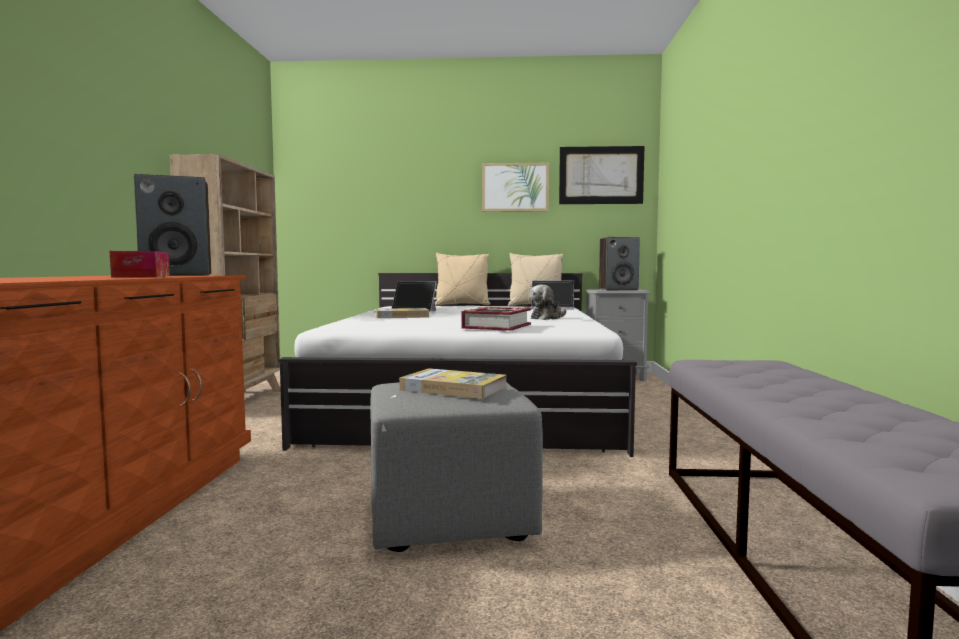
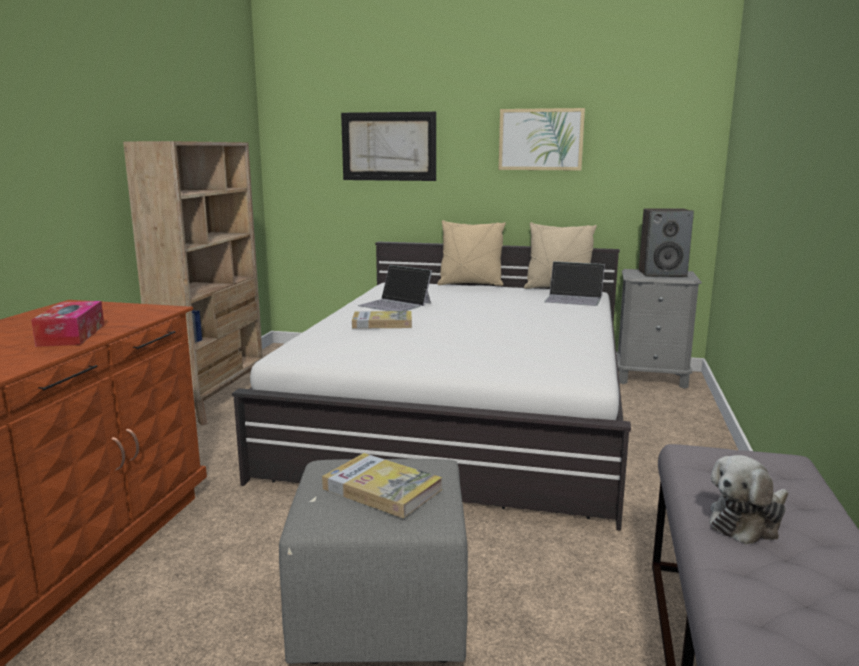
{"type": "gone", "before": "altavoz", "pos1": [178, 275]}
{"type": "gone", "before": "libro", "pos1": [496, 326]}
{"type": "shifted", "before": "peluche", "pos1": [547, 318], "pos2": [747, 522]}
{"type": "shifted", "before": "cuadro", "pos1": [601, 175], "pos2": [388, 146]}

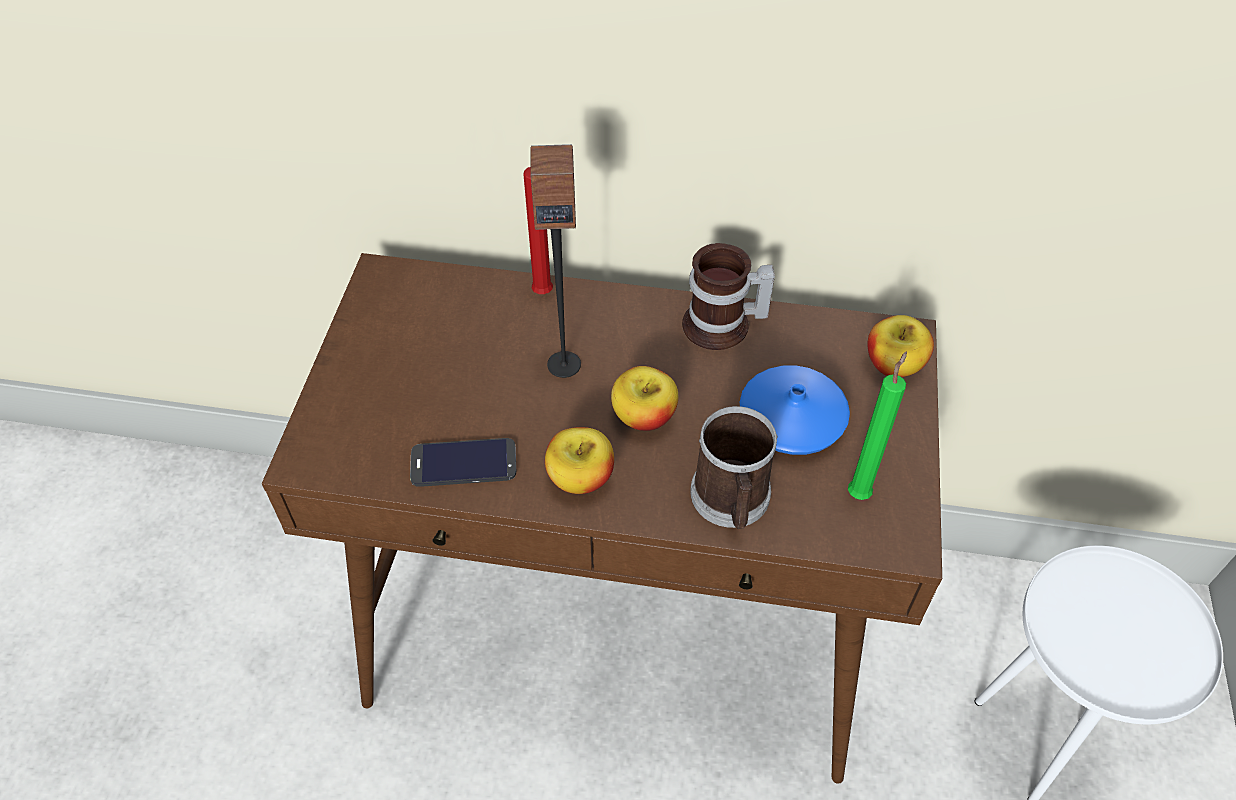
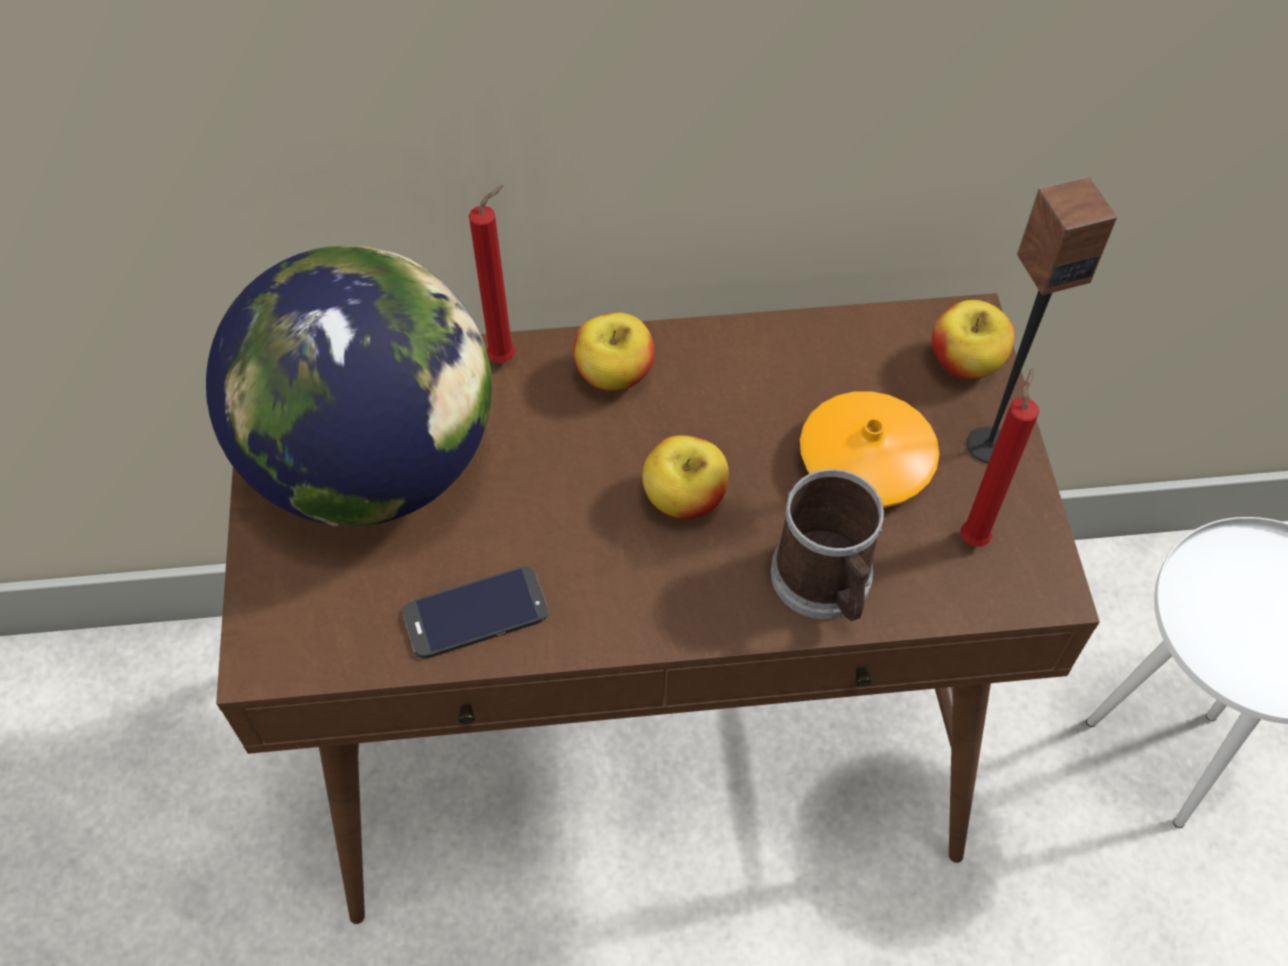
{"type": "gone", "before": "taza grande", "pos1": [723, 327]}
{"type": "new", "after": "globo terráqueo", "pos2": [373, 464]}
{"type": "shifted", "before": "altavoz", "pos1": [564, 364], "pos2": [988, 444]}
{"type": "shifted", "before": "manzana", "pos1": [580, 478], "pos2": [614, 374]}
{"type": "repainted", "before": "florero [azul]", "after": "florero [naranja]", "pos1": [791, 420], "pos2": [865, 461]}
{"type": "repainted", "before": "vela [verde]", "after": "vela [rojo]", "pos1": [860, 492], "pos2": [974, 535]}

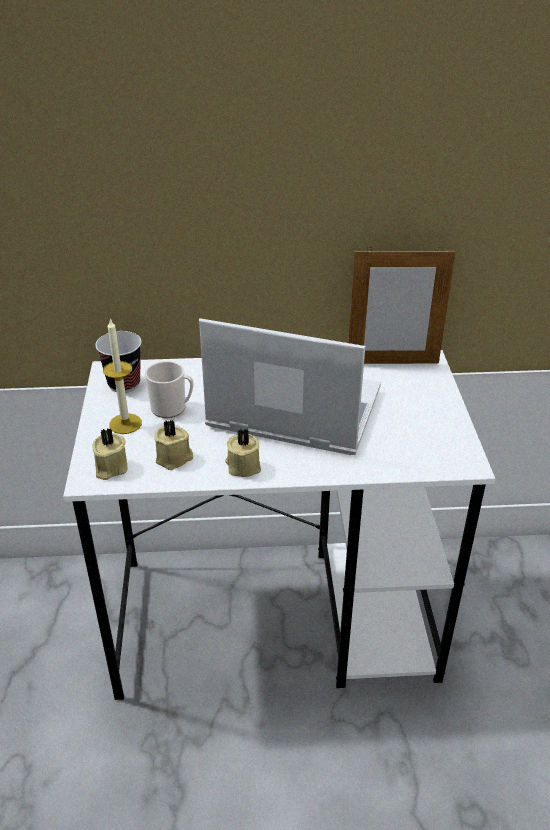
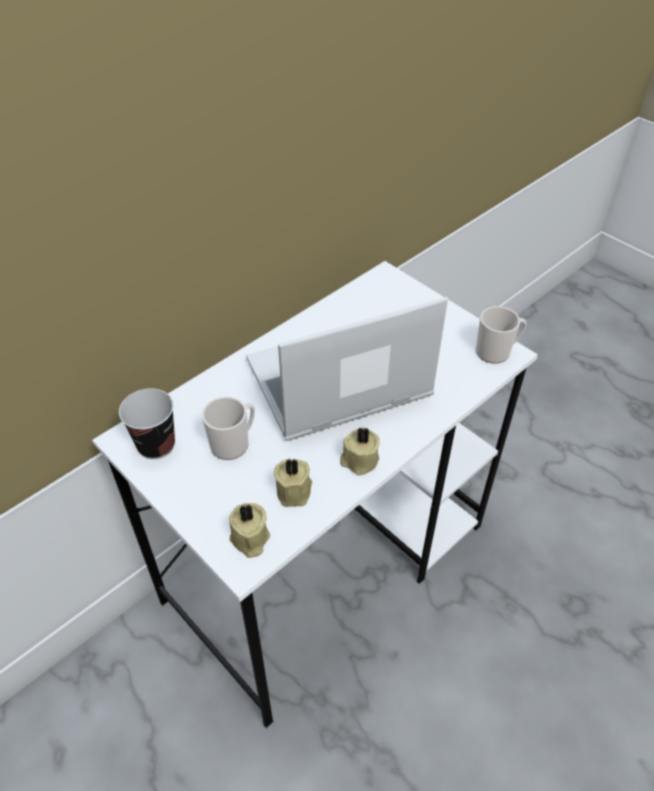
{"type": "gone", "before": "vela", "pos1": [125, 424]}
{"type": "gone", "before": "portarretratos", "pos1": [392, 363]}
{"type": "new", "after": "taza grande", "pos2": [496, 351]}

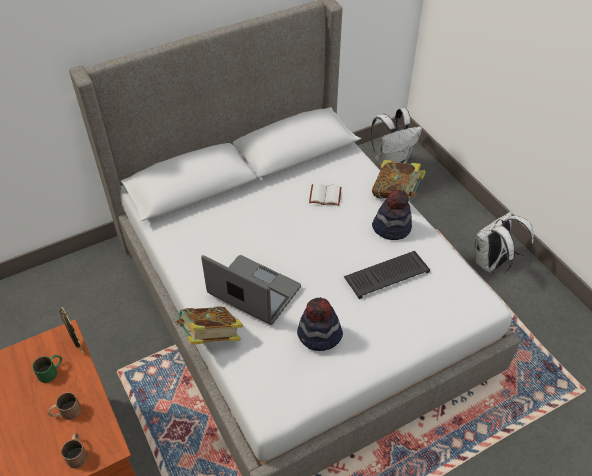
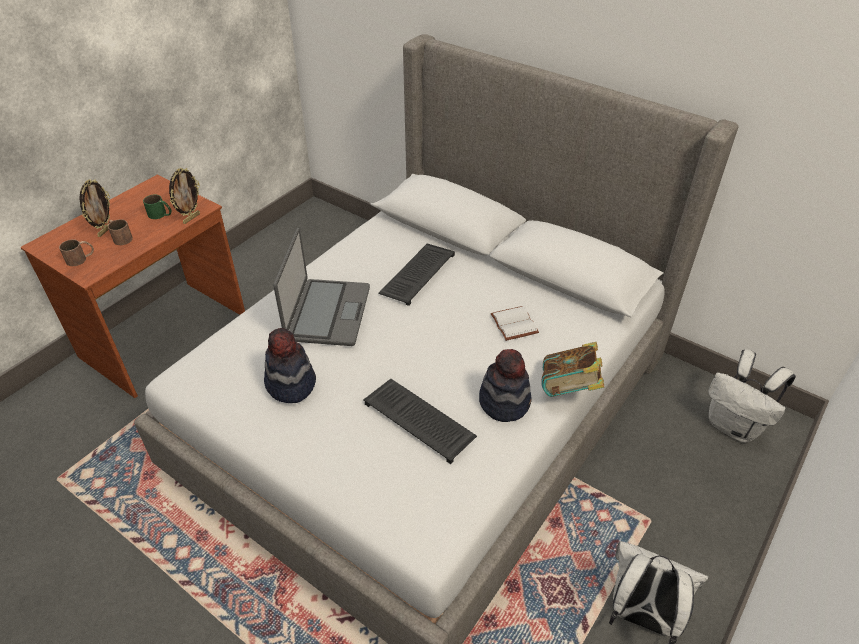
{"type": "gone", "before": "libro", "pos1": [210, 337]}
{"type": "new", "after": "portarretratos", "pos2": [105, 231]}
{"type": "new", "after": "teclado", "pos2": [417, 273]}

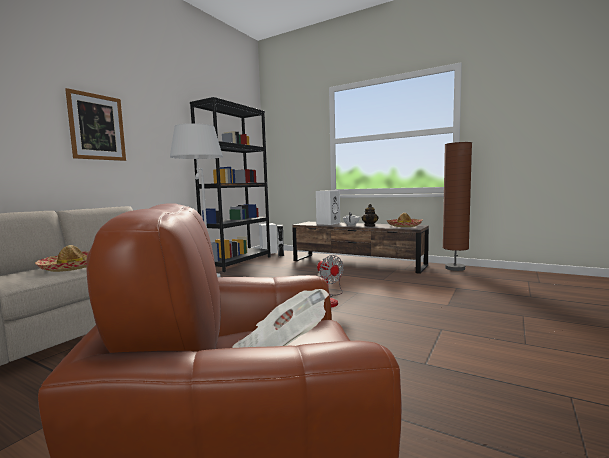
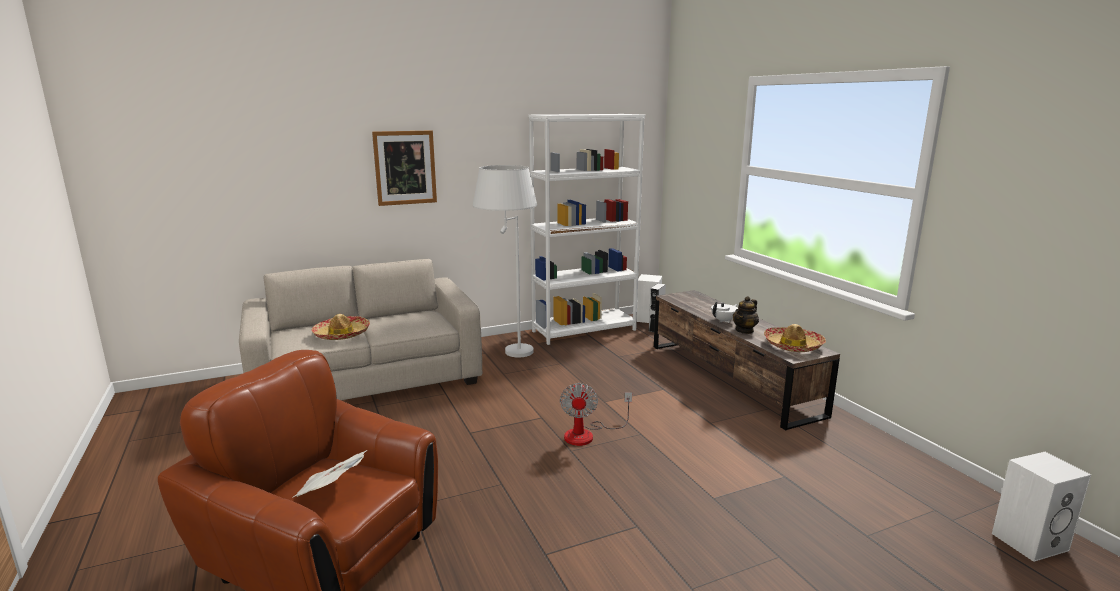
{"type": "gone", "before": "lámpara de pie [marrón]", "pos1": [455, 268]}
{"type": "shifted", "before": "altavoz [blanco]", "pos1": [328, 223], "pos2": [1029, 541]}
{"type": "repainted", "before": "estantería [negro]", "after": "estantería [blanco]", "pos1": [238, 262], "pos2": [584, 330]}

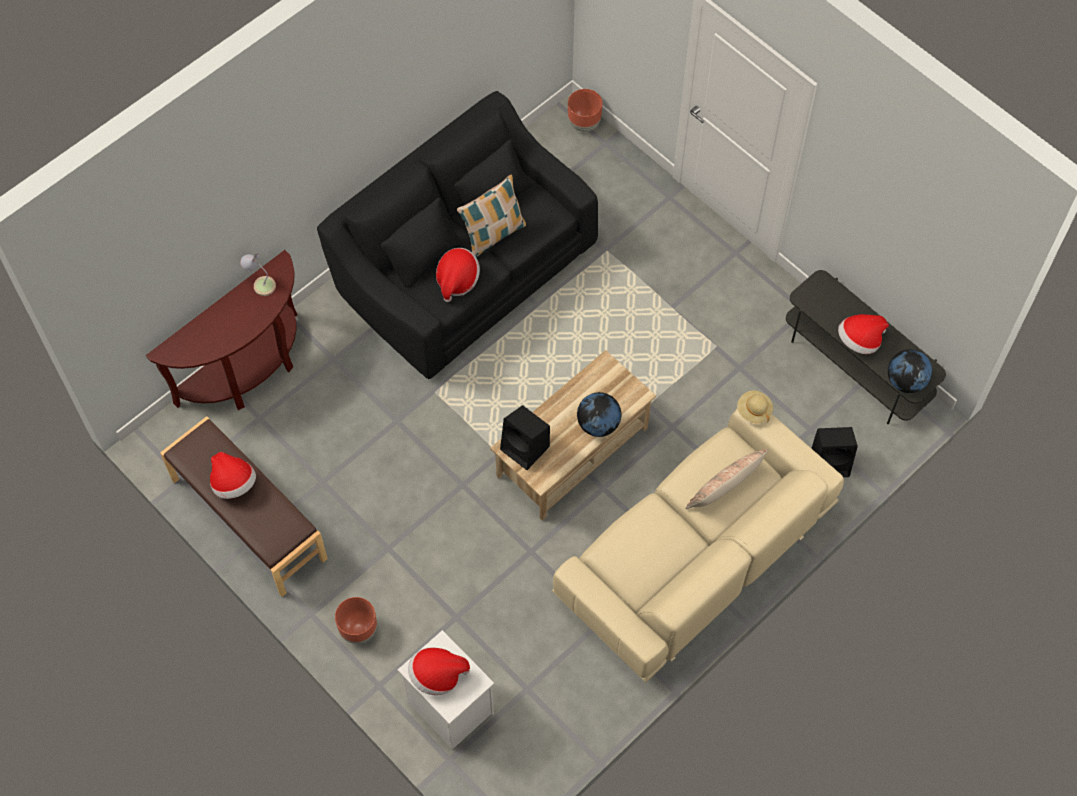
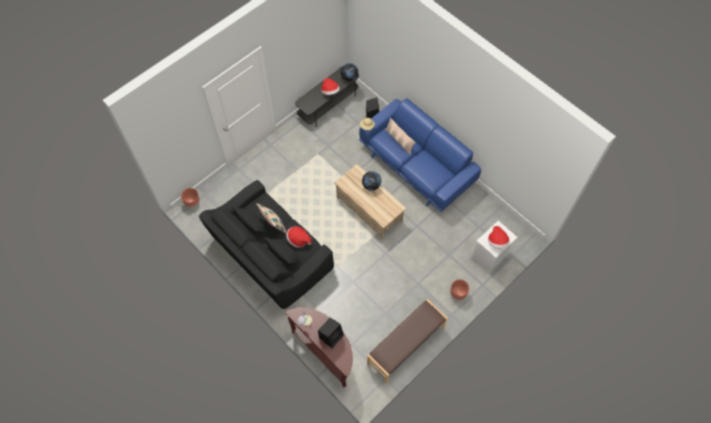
{"type": "gone", "before": "sombrero", "pos1": [234, 483]}
{"type": "shifted", "before": "altavoz [negro]", "pos1": [526, 448], "pos2": [331, 336]}
{"type": "repainted", "before": "sofá [beis]", "after": "sofá [azul]", "pos1": [694, 558], "pos2": [417, 165]}

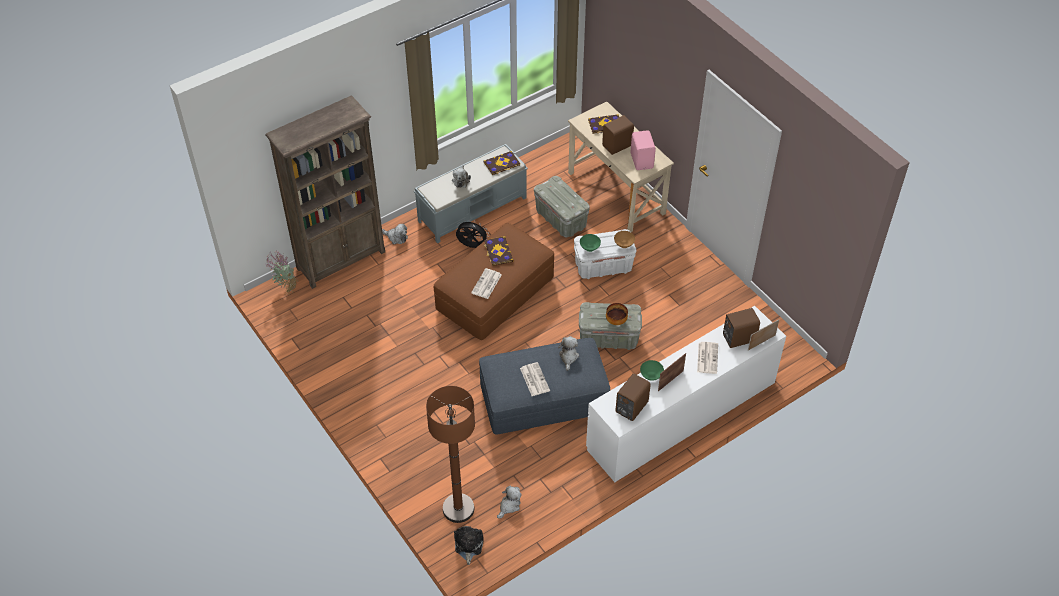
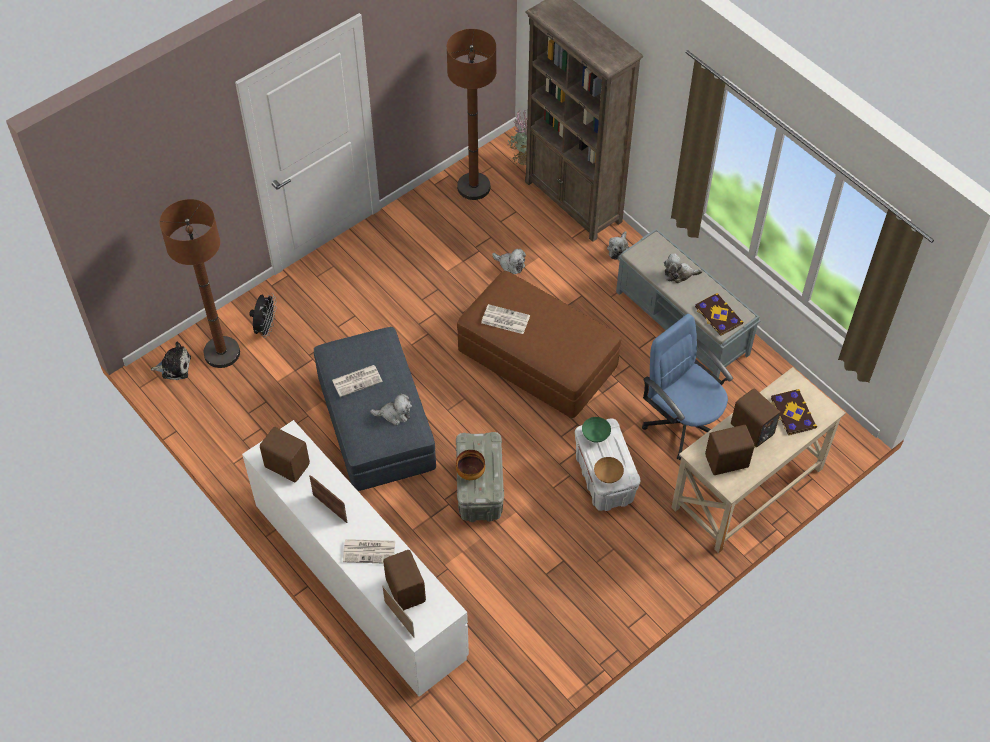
{"type": "gone", "before": "libro", "pos1": [498, 252]}
{"type": "gone", "before": "cuenco [verde]", "pos1": [651, 376]}
{"type": "new", "after": "lámpara de pie [marrón]", "pos2": [474, 187]}
{"type": "shifted", "before": "ventilador [negro]", "pos1": [471, 246], "pos2": [265, 328]}
{"type": "shifted", "before": "peluche", "pos1": [509, 505], "pos2": [510, 265]}
{"type": "swapped", "before": "caja de almacenaje [gris]", "after": "silla de oficina [azul]", "pos1": [560, 219], "pos2": [683, 423]}
{"type": "repainted", "before": "altavoz [rosa]", "after": "altavoz [marrón]", "pos1": [642, 160], "pos2": [727, 462]}

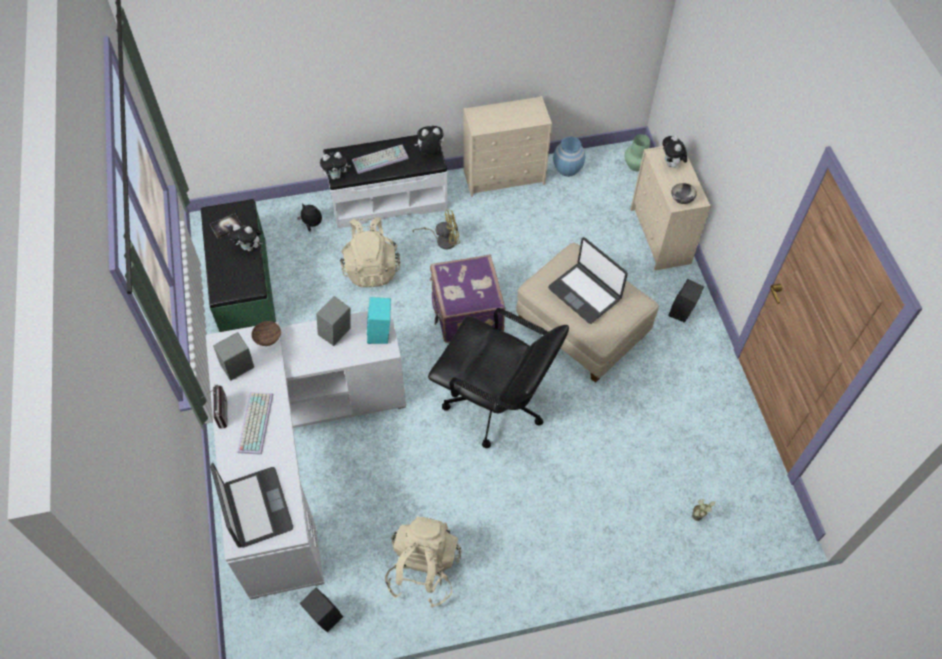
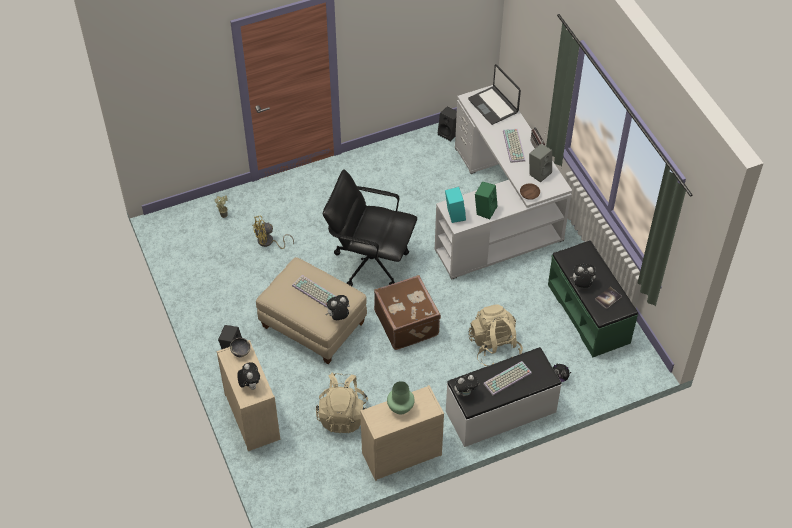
{"type": "gone", "before": "florero [azul]", "pos1": [567, 169]}
{"type": "shifted", "before": "peluche", "pos1": [336, 176], "pos2": [338, 317]}
{"type": "shifted", "before": "mochila [beis]", "pos1": [424, 569], "pos2": [342, 415]}
{"type": "shifted", "before": "ventilador [amarillo]", "pos1": [443, 240], "pos2": [268, 242]}
{"type": "shifted", "before": "florero [verde]", "pos1": [636, 165], "pos2": [400, 408]}
{"type": "swapped", "before": "portátil", "after": "teclado", "pos1": [585, 293], "pos2": [313, 292]}
{"type": "repainted", "before": "altavoz [gris]", "after": "altavoz [verde]", "pos1": [336, 334], "pos2": [485, 210]}
{"type": "repainted", "before": "maleta [morado]", "after": "maleta [marrón]", "pos1": [465, 313], "pos2": [407, 323]}

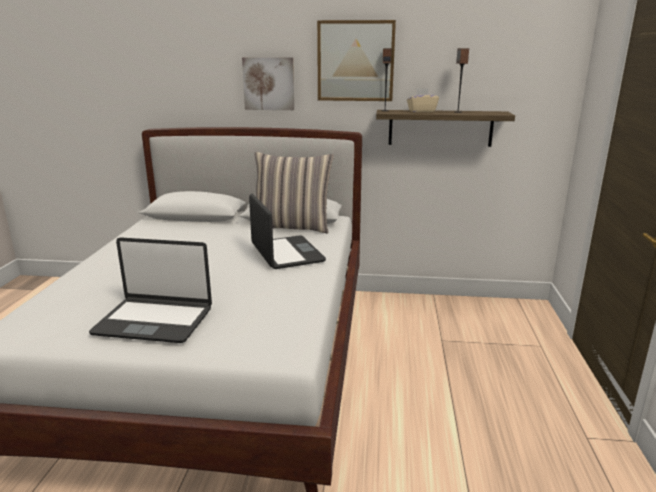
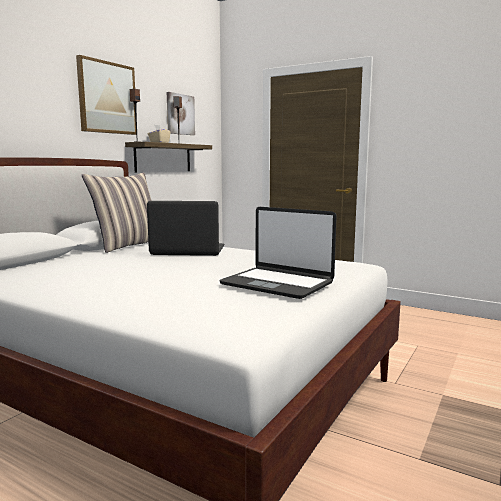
{"type": "shifted", "before": "cuadro", "pos1": [269, 83], "pos2": [180, 114]}
{"type": "rotated", "before": "portátil", "pos1": [154, 320], "pos2": [277, 283], "turn": 90}

